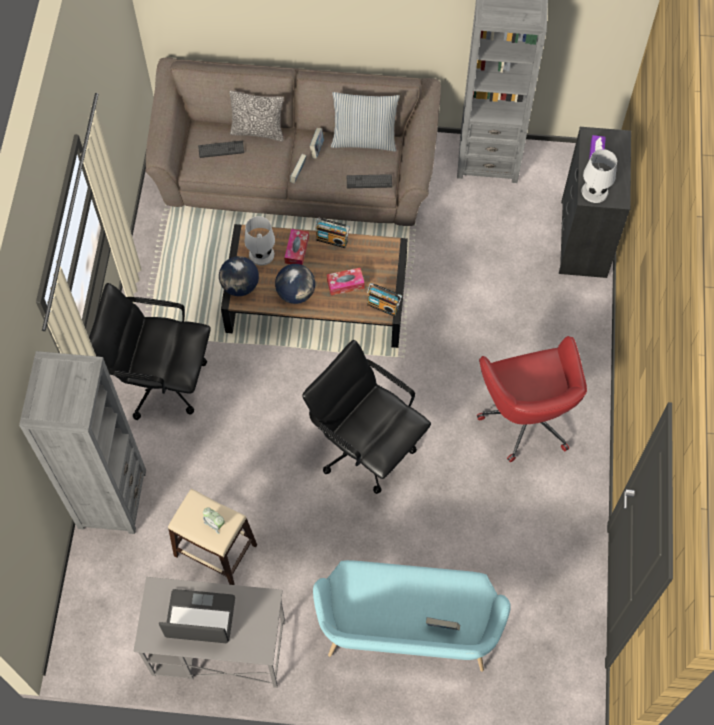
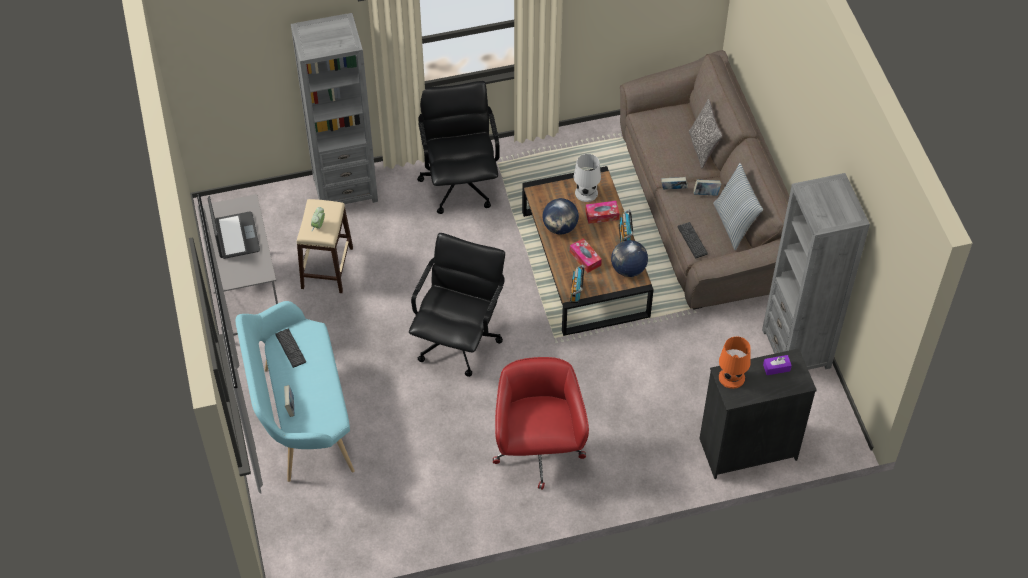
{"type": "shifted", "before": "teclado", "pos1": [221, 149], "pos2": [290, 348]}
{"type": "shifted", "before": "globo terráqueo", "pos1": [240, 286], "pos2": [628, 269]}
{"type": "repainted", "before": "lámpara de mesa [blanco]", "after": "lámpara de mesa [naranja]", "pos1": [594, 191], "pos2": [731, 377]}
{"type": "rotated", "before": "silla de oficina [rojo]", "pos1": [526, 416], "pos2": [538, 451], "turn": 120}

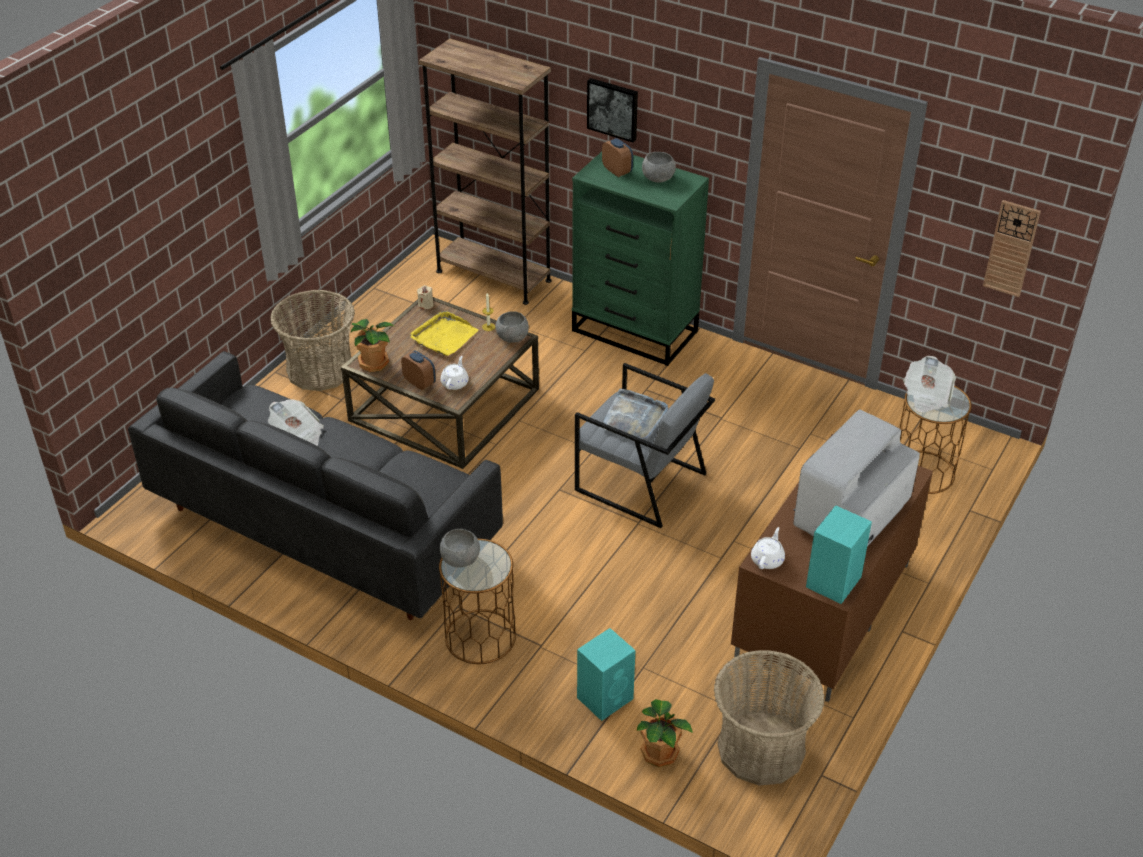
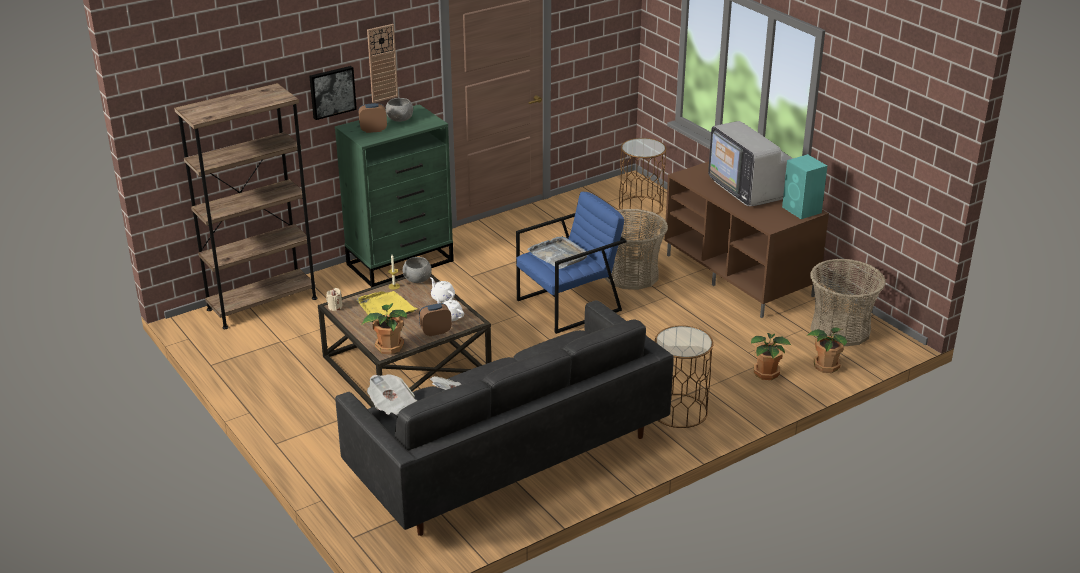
{"type": "gone", "before": "cuenco [gris]", "pos1": [460, 559]}
{"type": "shifted", "before": "cesta", "pos1": [320, 369], "pos2": [631, 275]}
{"type": "shifted", "before": "tetera [blanco]", "pos1": [767, 559], "pos2": [442, 297]}
{"type": "shifted", "before": "periódico", "pos1": [926, 396], "pos2": [393, 408]}
{"type": "shifted", "before": "reloj de pared", "pos1": [1011, 248], "pos2": [382, 63]}
{"type": "swapped", "before": "altavoz [turquesa]", "after": "planta en maceta", "pos1": [606, 697], "pos2": [767, 373]}
{"type": "repainted", "before": "sillón [gris]", "after": "sillón [azul]", "pos1": [640, 482], "pos2": [569, 305]}

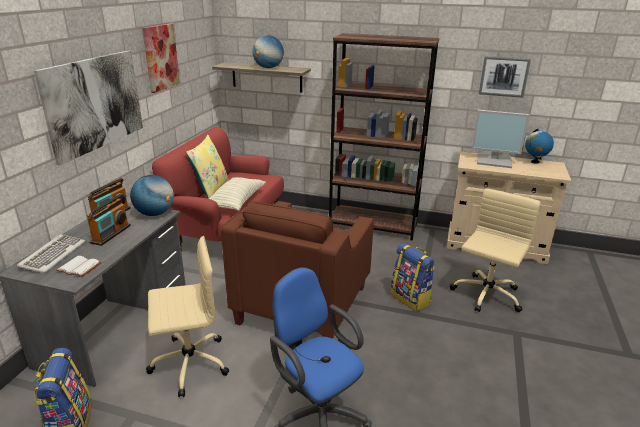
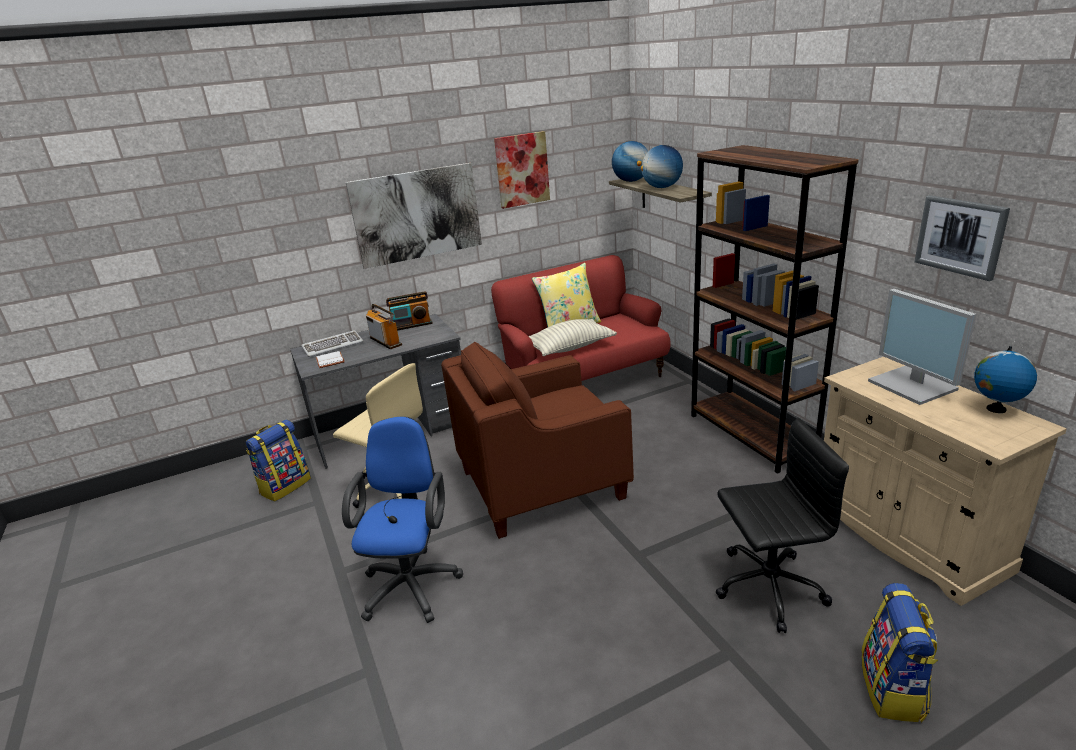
{"type": "shifted", "before": "globo terráqueo", "pos1": [155, 213], "pos2": [631, 181]}
{"type": "shifted", "before": "mochila", "pos1": [411, 298], "pos2": [893, 689]}
{"type": "repainted", "before": "silla de oficina [beis]", "after": "silla de oficina [negro]", "pos1": [486, 295], "pos2": [767, 587]}
{"type": "rotated", "before": "radio", "pos1": [111, 234], "pos2": [386, 341], "turn": -105}

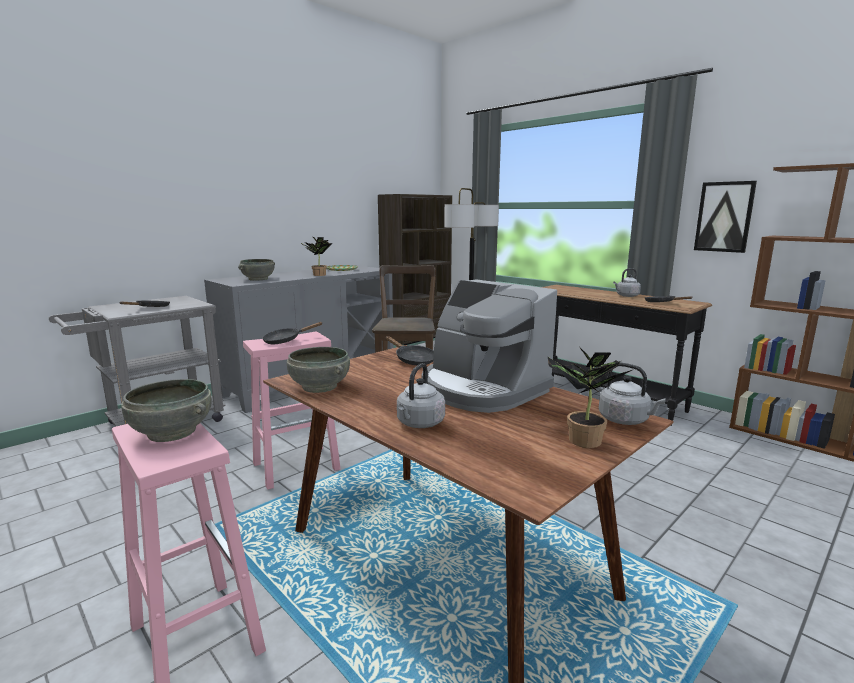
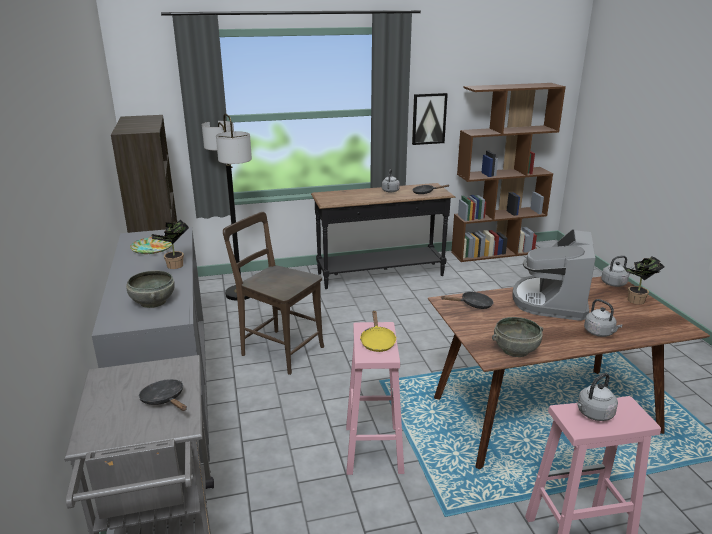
{"type": "swapped", "before": "cuenco [gris]", "after": "hervidor [gris]", "pos1": [171, 433], "pos2": [593, 414]}
{"type": "repainted", "before": "sartén [negro]", "after": "sartén [amarillo]", "pos1": [285, 340], "pos2": [377, 341]}
{"type": "rotated", "before": "cafetera", "pos1": [481, 389], "pos2": [551, 301], "turn": 120}

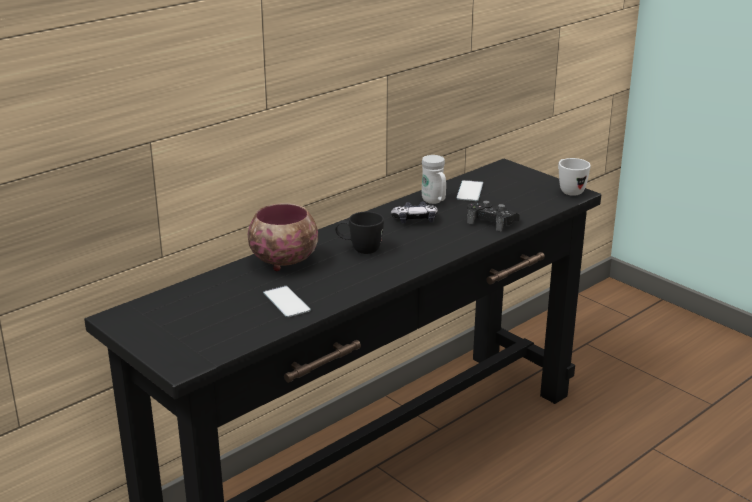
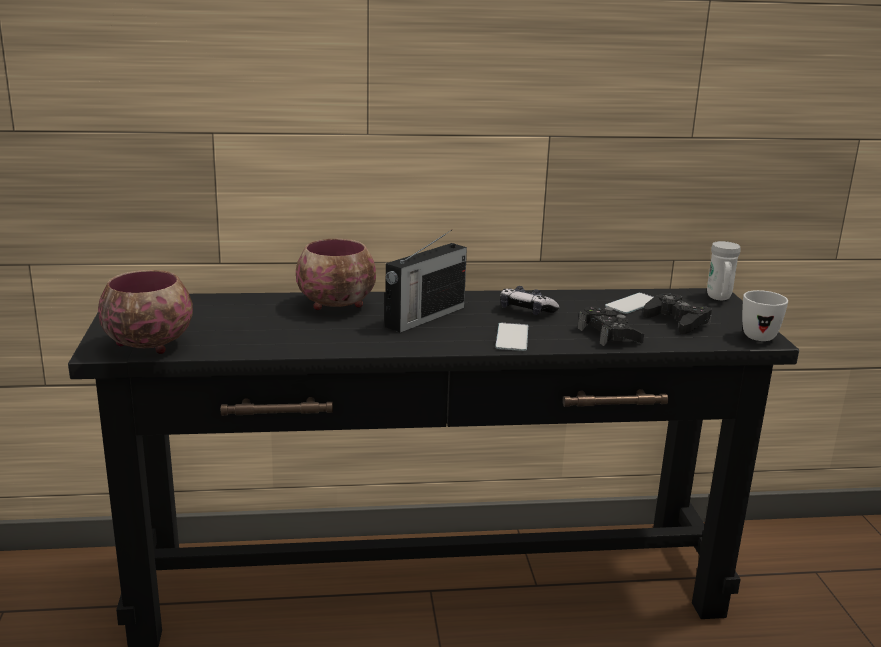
{"type": "new", "after": "cuenco", "pos2": [149, 345]}
{"type": "new", "after": "mando de consola [negro]", "pos2": [677, 321]}
{"type": "shifted", "before": "móvil", "pos1": [286, 302], "pos2": [512, 337]}
{"type": "shifted", "before": "taza grande [blanco]", "pos1": [434, 202], "pos2": [719, 298]}
{"type": "swapped", "before": "taza grande [negro]", "after": "radio", "pos1": [359, 250], "pos2": [424, 317]}

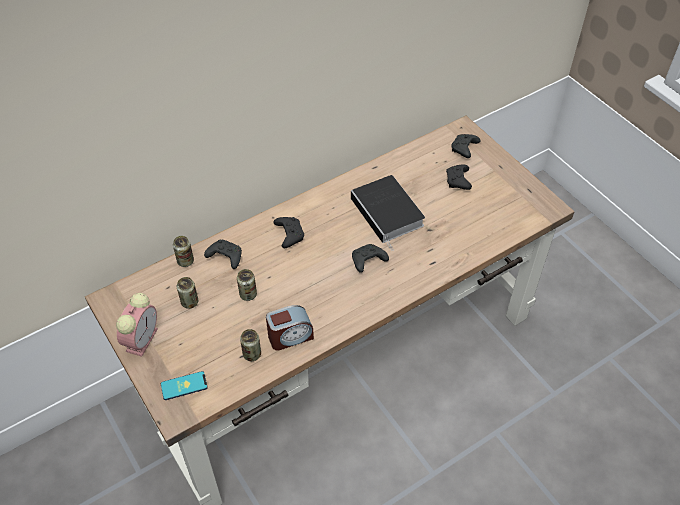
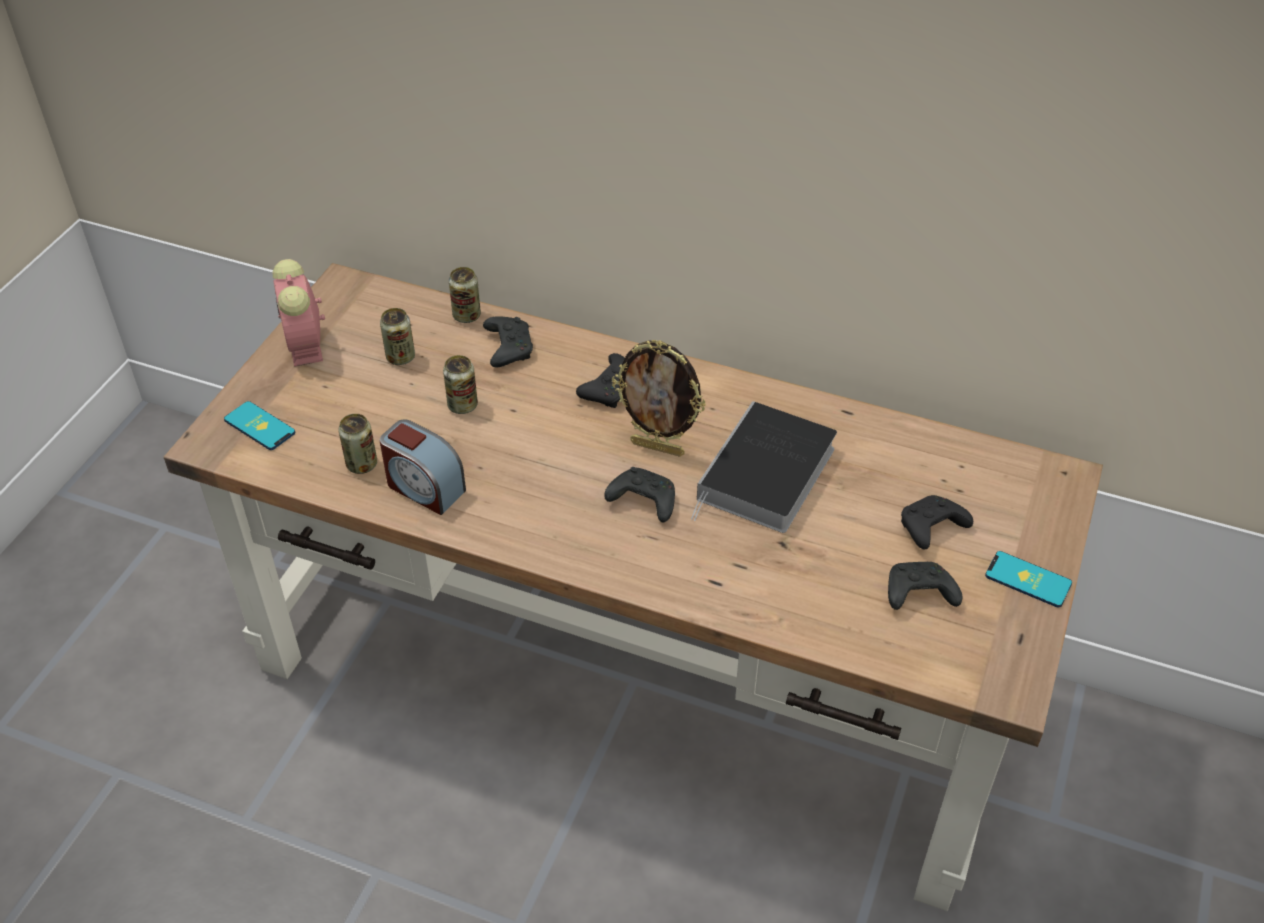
{"type": "new", "after": "portarretratos", "pos2": [658, 447]}
{"type": "new", "after": "móvil", "pos2": [1028, 580]}
{"type": "shifted", "before": "mando de consola [negro]", "pos1": [464, 149], "pos2": [917, 594]}
{"type": "rotated", "before": "despertador", "pos1": [142, 338], "pos2": [306, 347], "turn": 90}

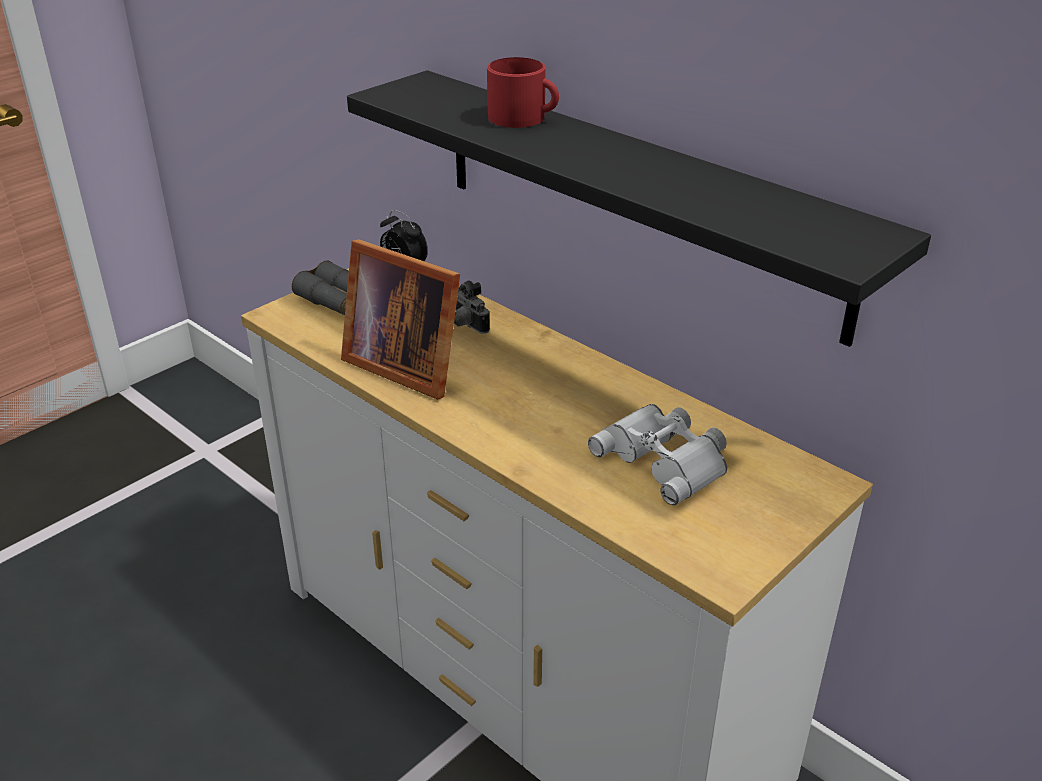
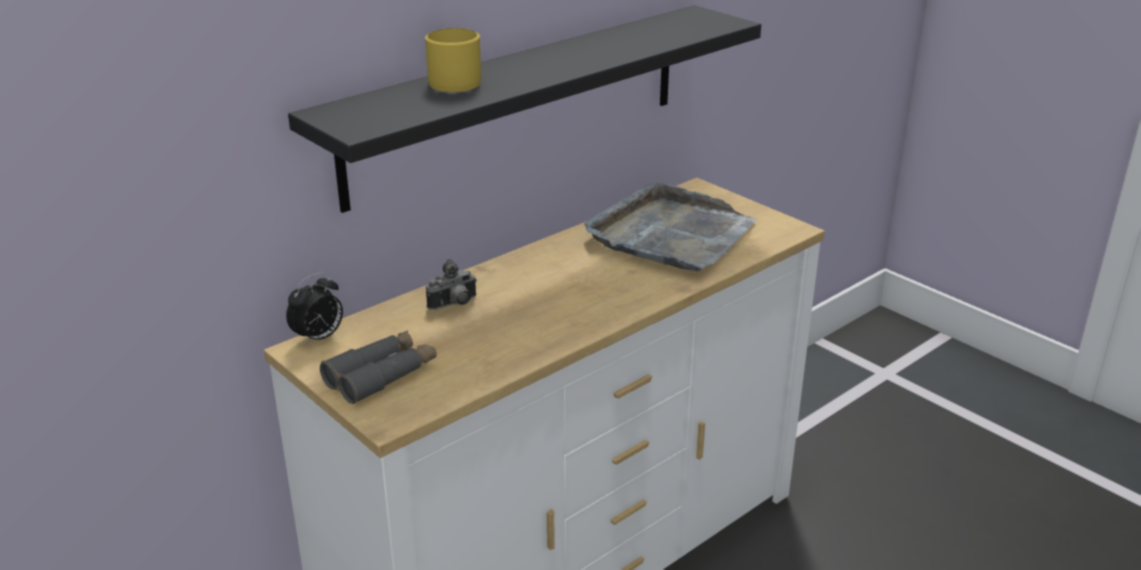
{"type": "gone", "before": "portarretratos", "pos1": [404, 365]}
{"type": "swapped", "before": "prismáticos [blanco]", "after": "bandeja [gris]", "pos1": [666, 459], "pos2": [671, 234]}
{"type": "repainted", "before": "taza grande [rojo]", "after": "taza grande [amarillo]", "pos1": [523, 118], "pos2": [458, 80]}

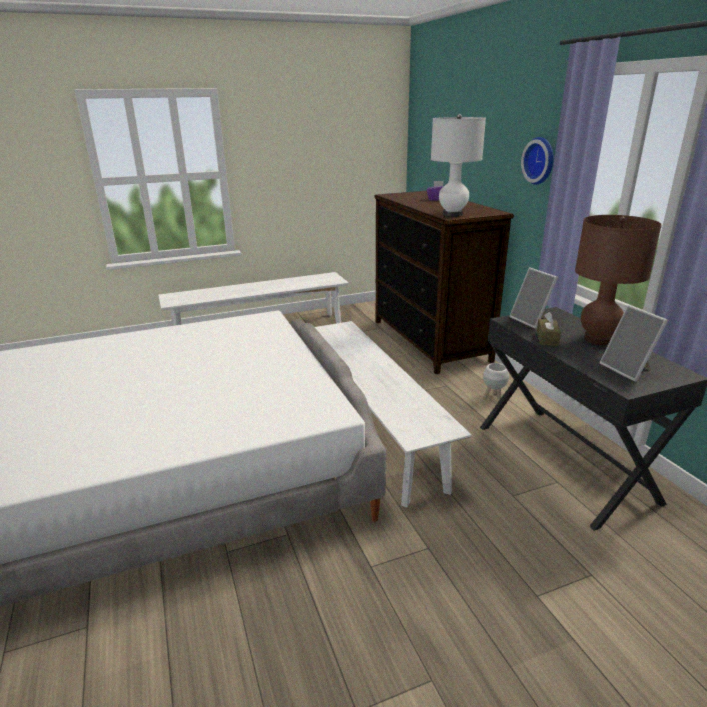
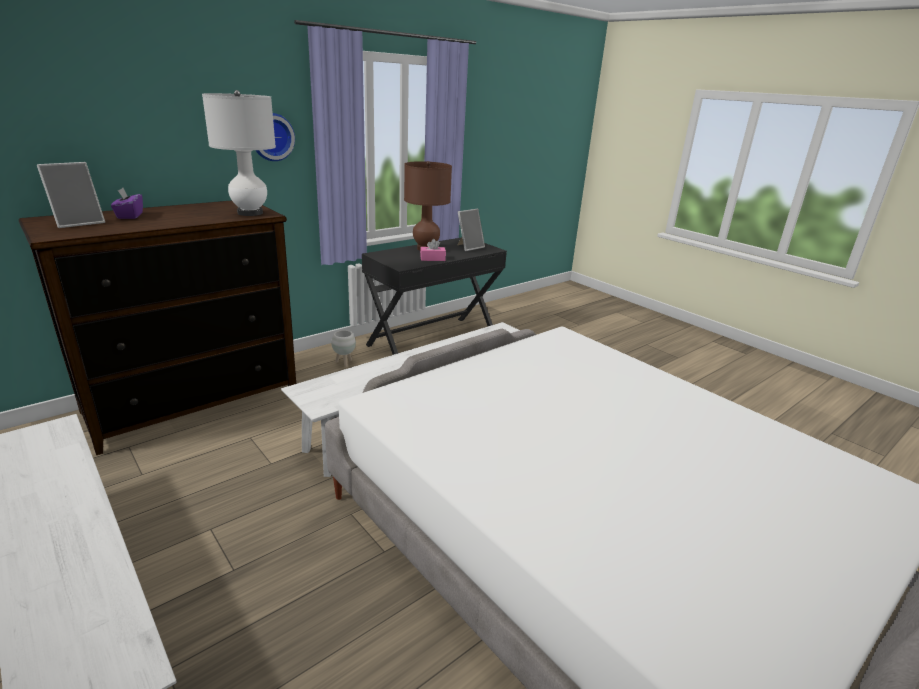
{"type": "shifted", "before": "portarretratos", "pos1": [531, 321], "pos2": [79, 222]}
{"type": "repainted", "before": "caja de pañuelos [marrón]", "after": "caja de pañuelos [rosa]", "pos1": [547, 338], "pos2": [432, 259]}

